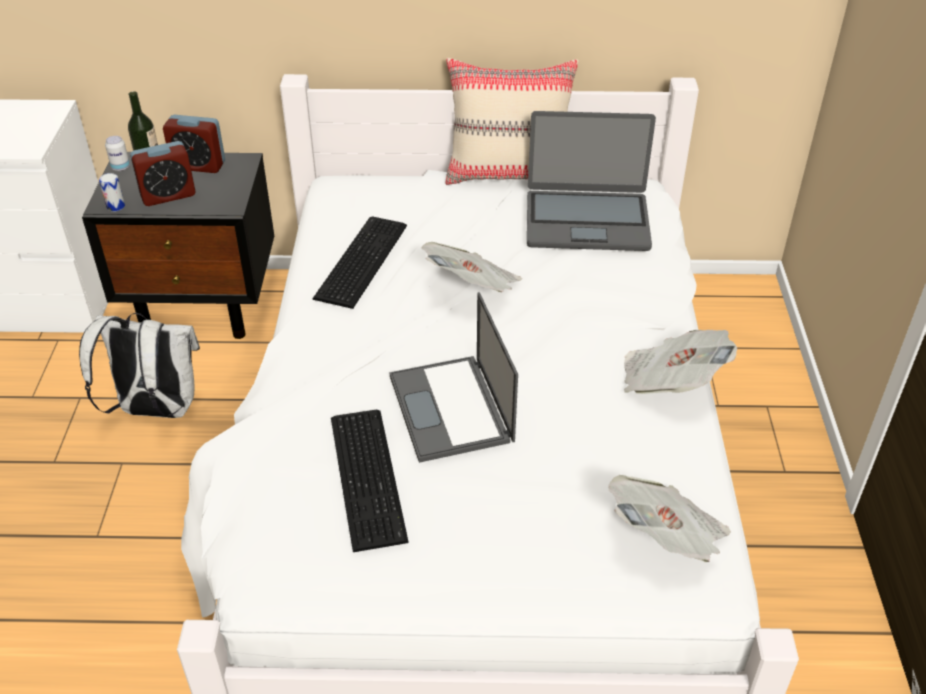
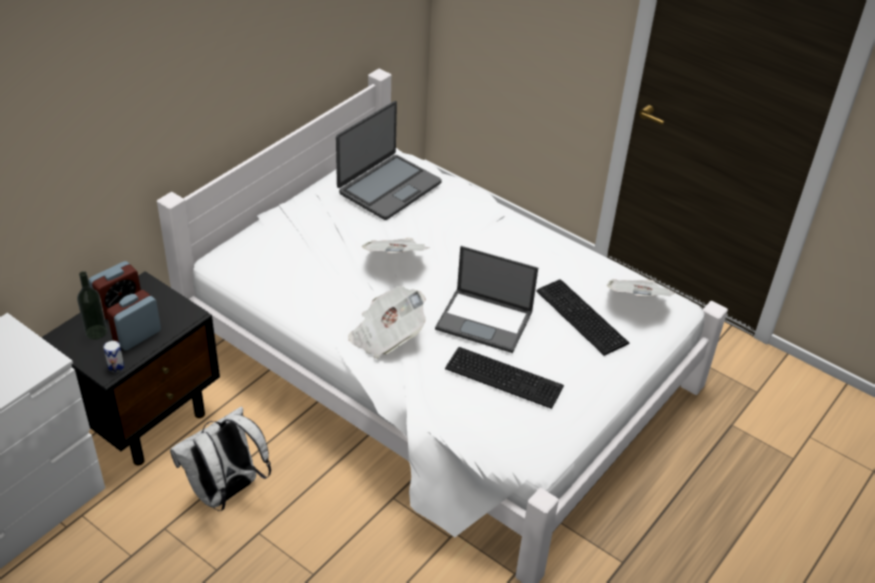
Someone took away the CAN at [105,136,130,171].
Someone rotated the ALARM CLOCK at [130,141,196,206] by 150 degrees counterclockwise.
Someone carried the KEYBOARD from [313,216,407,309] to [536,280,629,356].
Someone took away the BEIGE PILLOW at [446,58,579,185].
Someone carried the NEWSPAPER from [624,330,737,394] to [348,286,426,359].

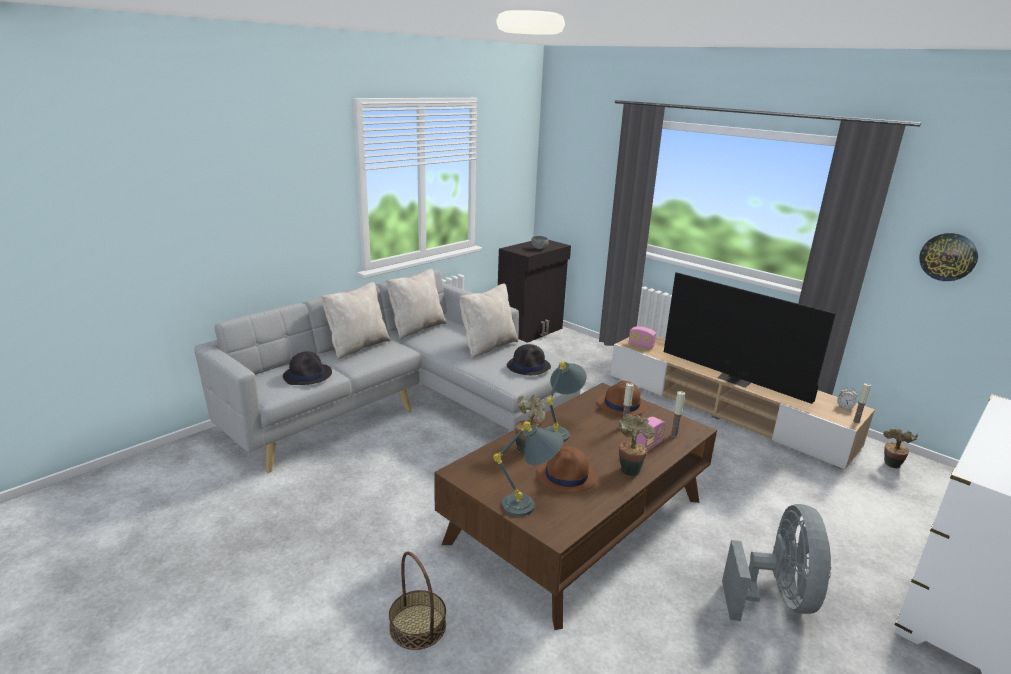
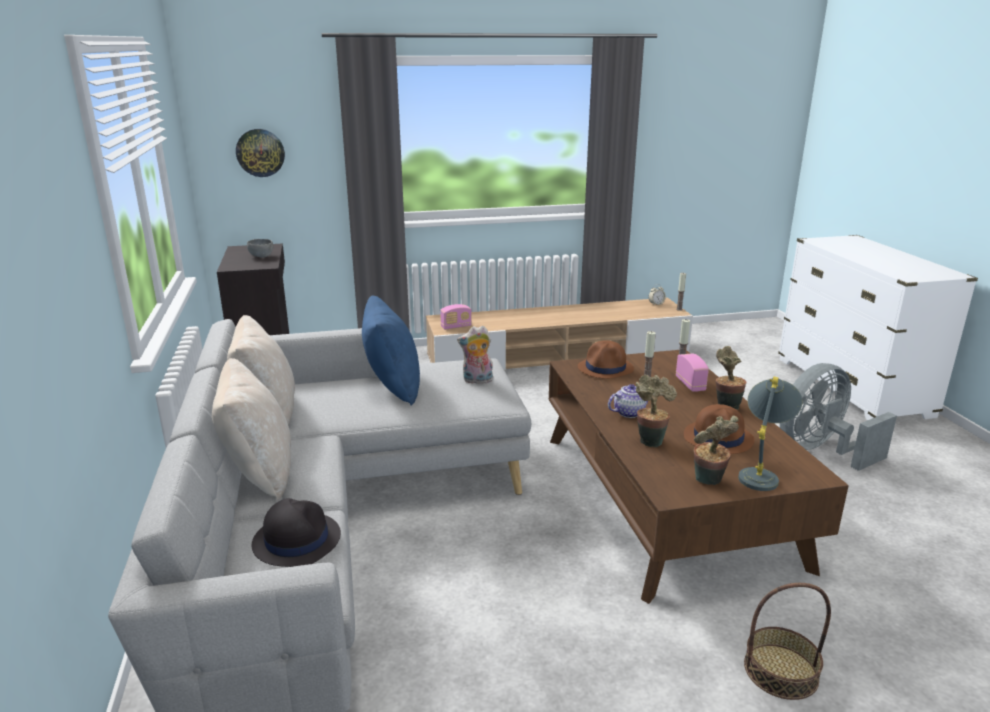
Someone repainted the BEIGE PILLOW at [459,283,518,359], which became the BLUE PILLOW at [362,296,420,405].
Someone swapped the BLACK HAT at [507,344,551,375] for the PLUSH TOY at [457,326,493,384].
Someone swapped the GREY TABLE LAMP at [544,361,587,442] for the TEAPOT at [608,384,648,418].
Someone took away the TELEVISION at [664,272,836,404].
Someone rotated the GREY FAN at [722,504,831,621] by 75 degrees counterclockwise.
Someone carried the POTTED PLANT from [883,429,918,468] to [694,415,739,485].
Someone carried the WALL CLOCK from [919,233,978,281] to [236,129,285,177].

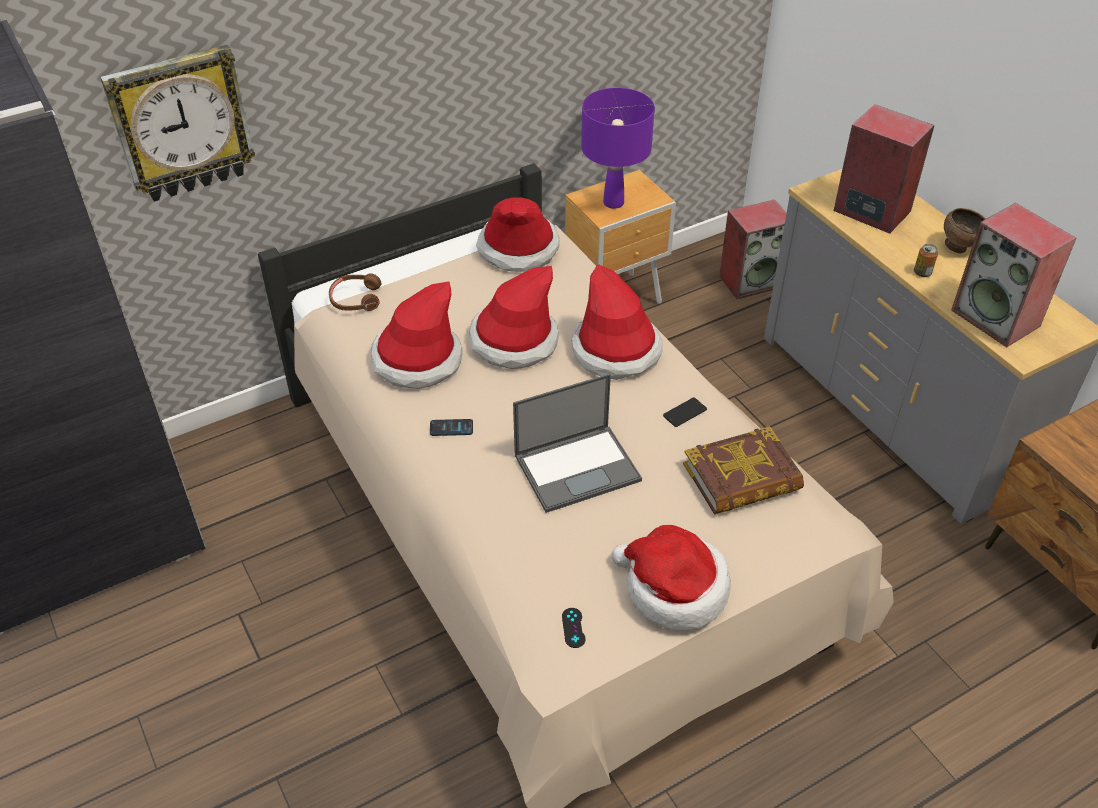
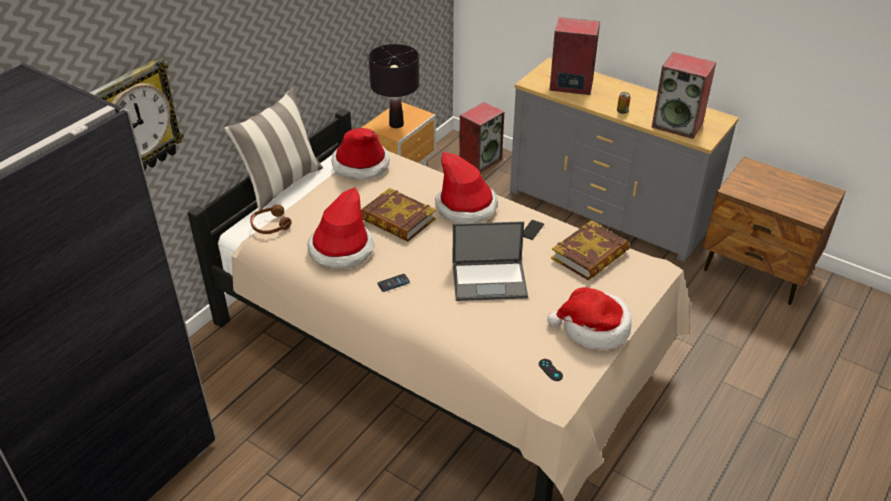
Someone swapped the HAT at [470,266,559,369] for the BOOK at [361,188,436,242].
Someone rotated the LAPTOP at [513,374,642,513] by 45 degrees clockwise.
Someone repainted the PURPLE TABLE LAMP at [581,88,655,209], which became the BLACK TABLE LAMP at [369,44,419,128].
Someone took away the BROWN BOWL at [944,208,986,253].
Someone put down the PILLOW at [224,87,323,210].

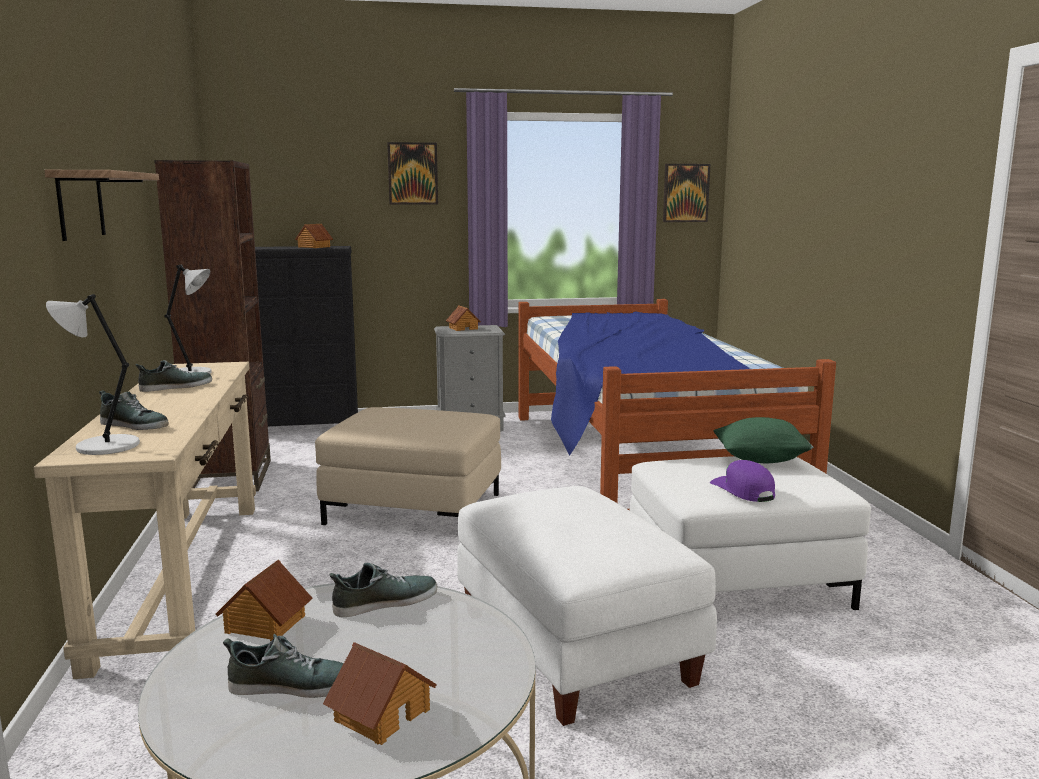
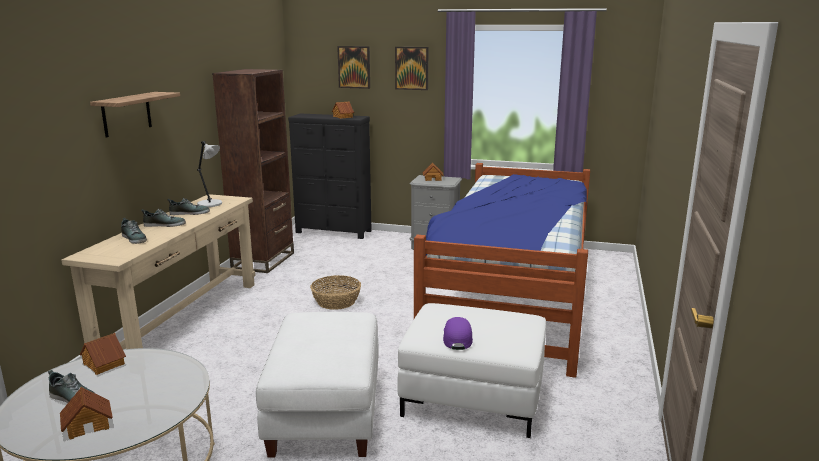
Someone took away the GREY TABLE LAMP at [46,294,140,455].
Someone swapped the BEIGE OTTOMAN at [315,407,501,525] for the BASKET at [310,275,361,310].
Someone carried the SHOE from [330,563,437,617] to [141,208,186,227].
Someone carried the PICTURE from [663,164,710,222] to [337,46,370,89].
Someone took away the GREEN PILLOW at [713,417,813,463].

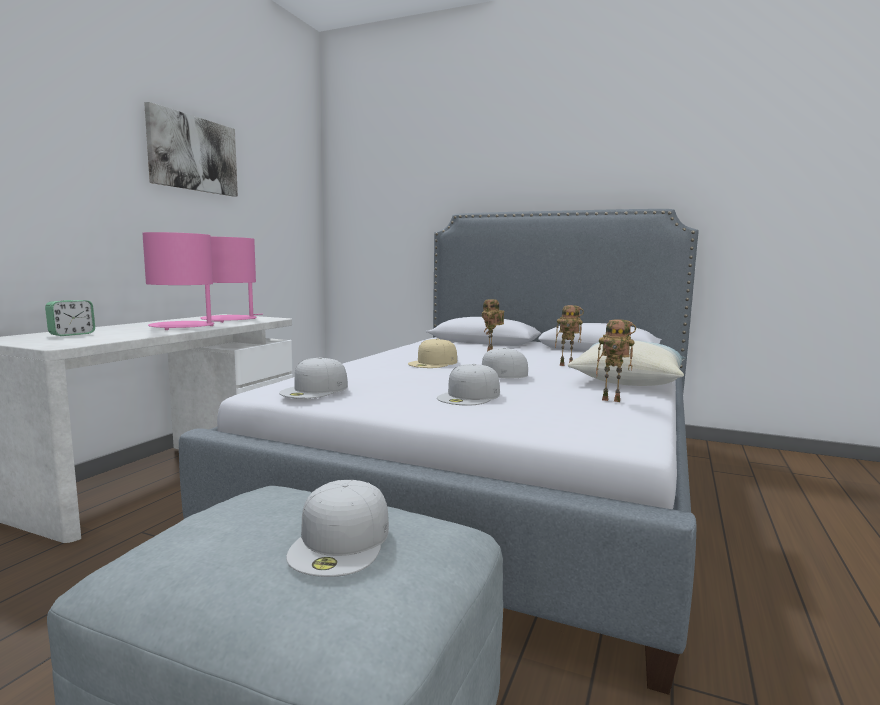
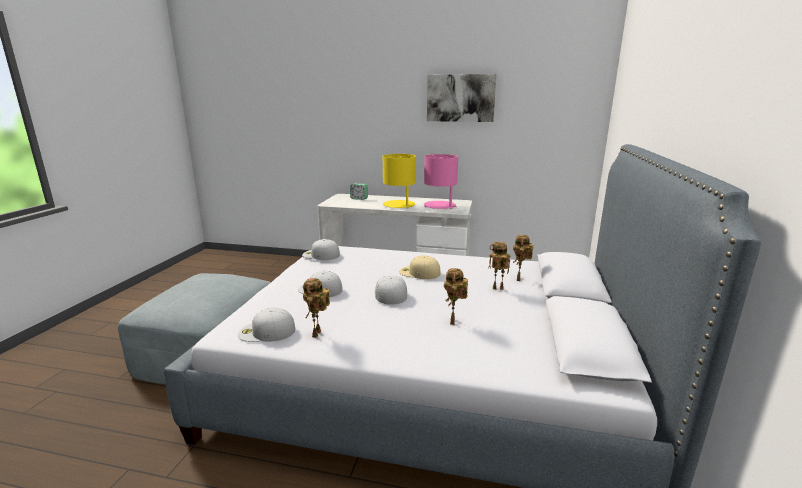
Someone repainted the PINK TABLE LAMP at [142,232,223,330], which became the YELLOW TABLE LAMP at [383,154,416,208].
Someone carried the WHITE CAP from [286,480,389,577] to [238,307,295,342].
Someone took away the PILLOW at [568,340,686,386].
Someone put down the TOY ROBOT at [513,235,533,281].

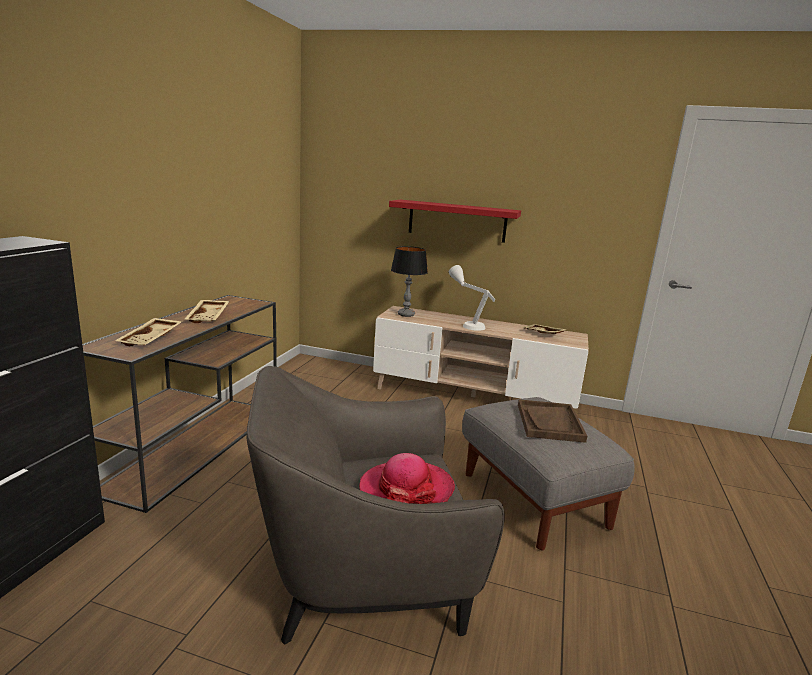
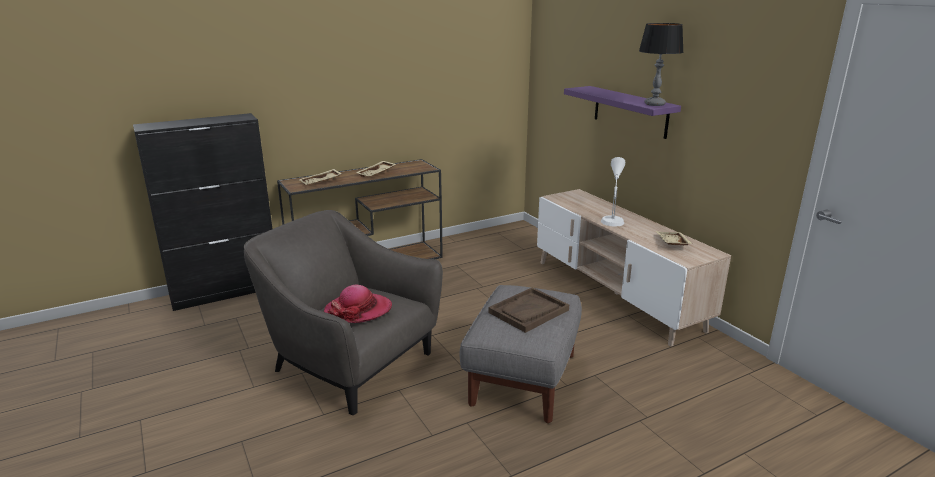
Someone repainted the RED SHELF at [389,200,521,243], which became the PURPLE SHELF at [564,86,681,139].
Someone carried the TABLE LAMP from [391,246,428,317] to [639,23,684,106].

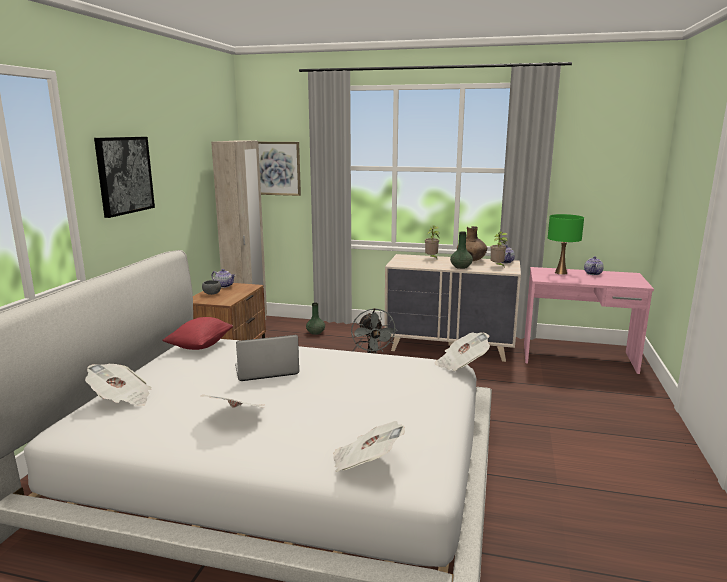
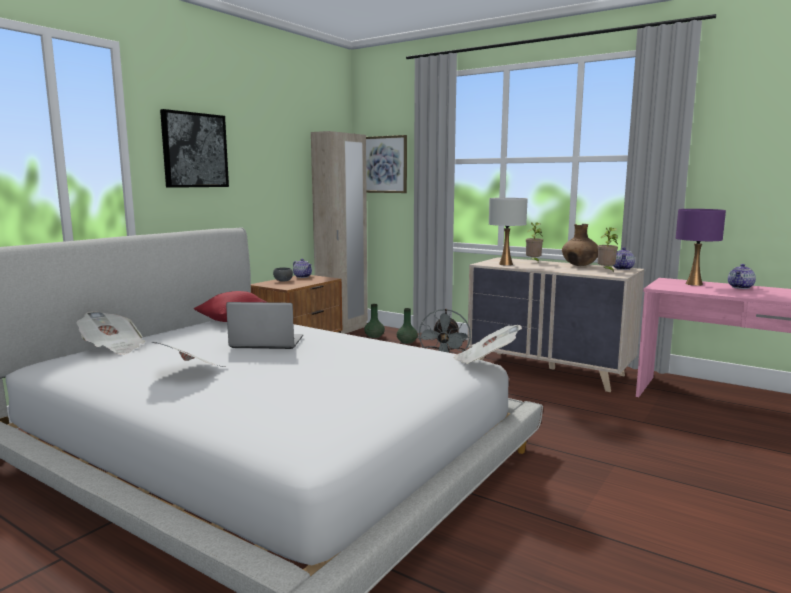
Someone took away the NEWSPAPER at [333,421,405,472].
Someone carried the GREEN VASE from [450,231,473,269] to [364,304,385,338].
Someone repainted the GREEN TABLE LAMP at [548,214,584,275], which became the PURPLE TABLE LAMP at [676,209,726,286].
Someone put down the WHITE TABLE LAMP at [489,198,527,266].

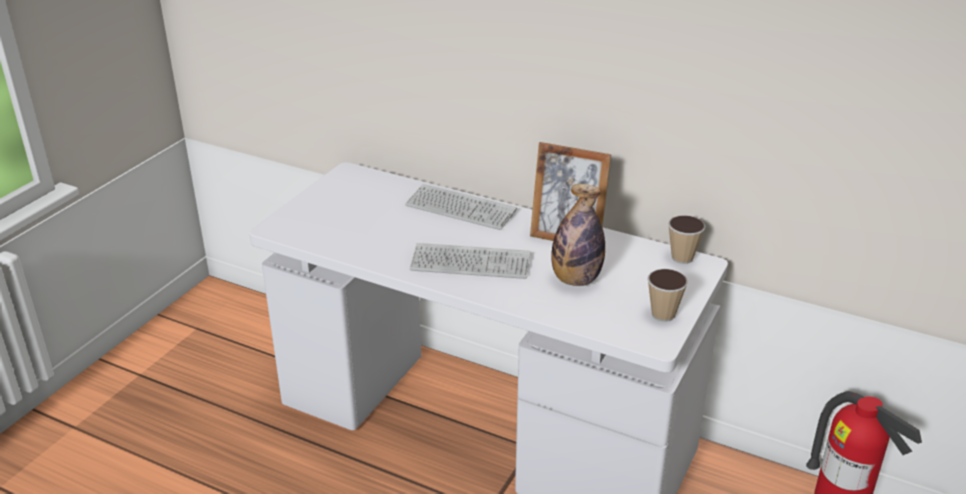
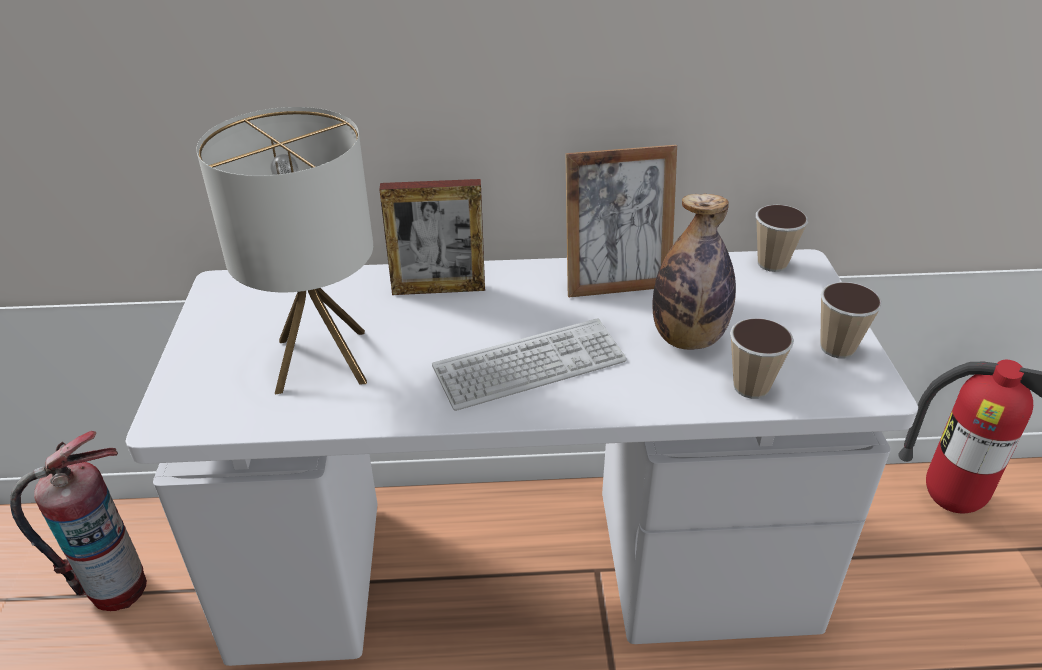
Someone swapped the KEYBOARD at [405,184,517,230] for the PICTURE FRAME at [379,179,485,295].
Someone put down the FIRE EXTINGUISHER at [10,431,147,611].
Someone put down the TABLE LAMP at [196,107,373,394].
Someone put down the CUP at [730,318,794,399].

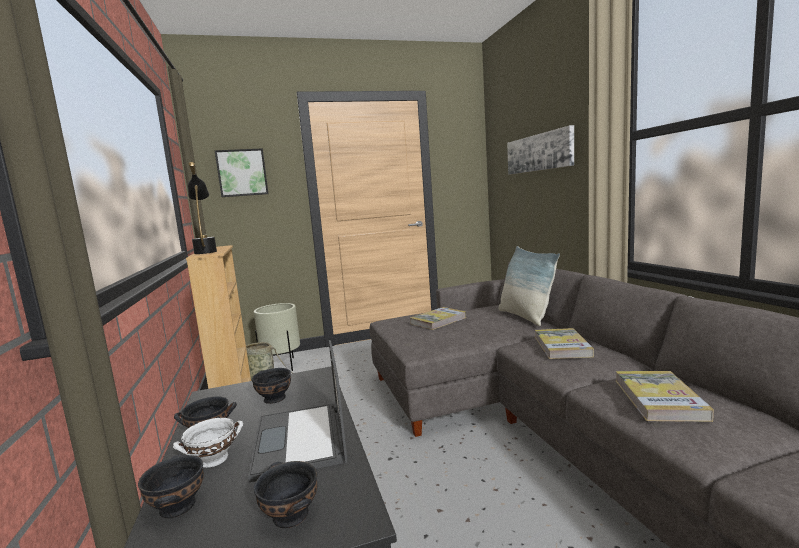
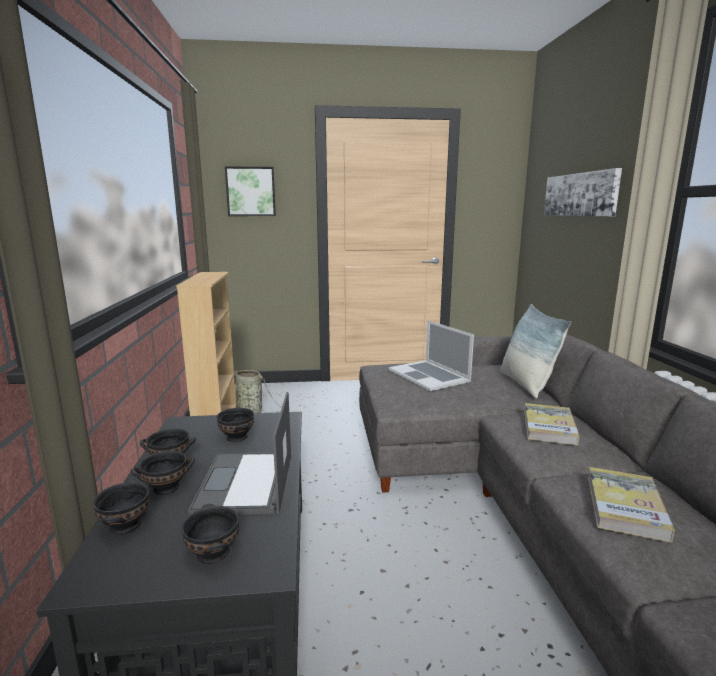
Someone repainted the WHITE BOWL at [173,418,243,468], which became the BLACK BOWL at [131,451,195,495].
Someone took away the BLACK TABLE LAMP at [188,162,217,254].
Someone took away the BEIGE PLANTER at [254,303,300,371].
Someone swapped the BOOK at [410,307,466,330] for the LAPTOP at [389,320,474,391].

